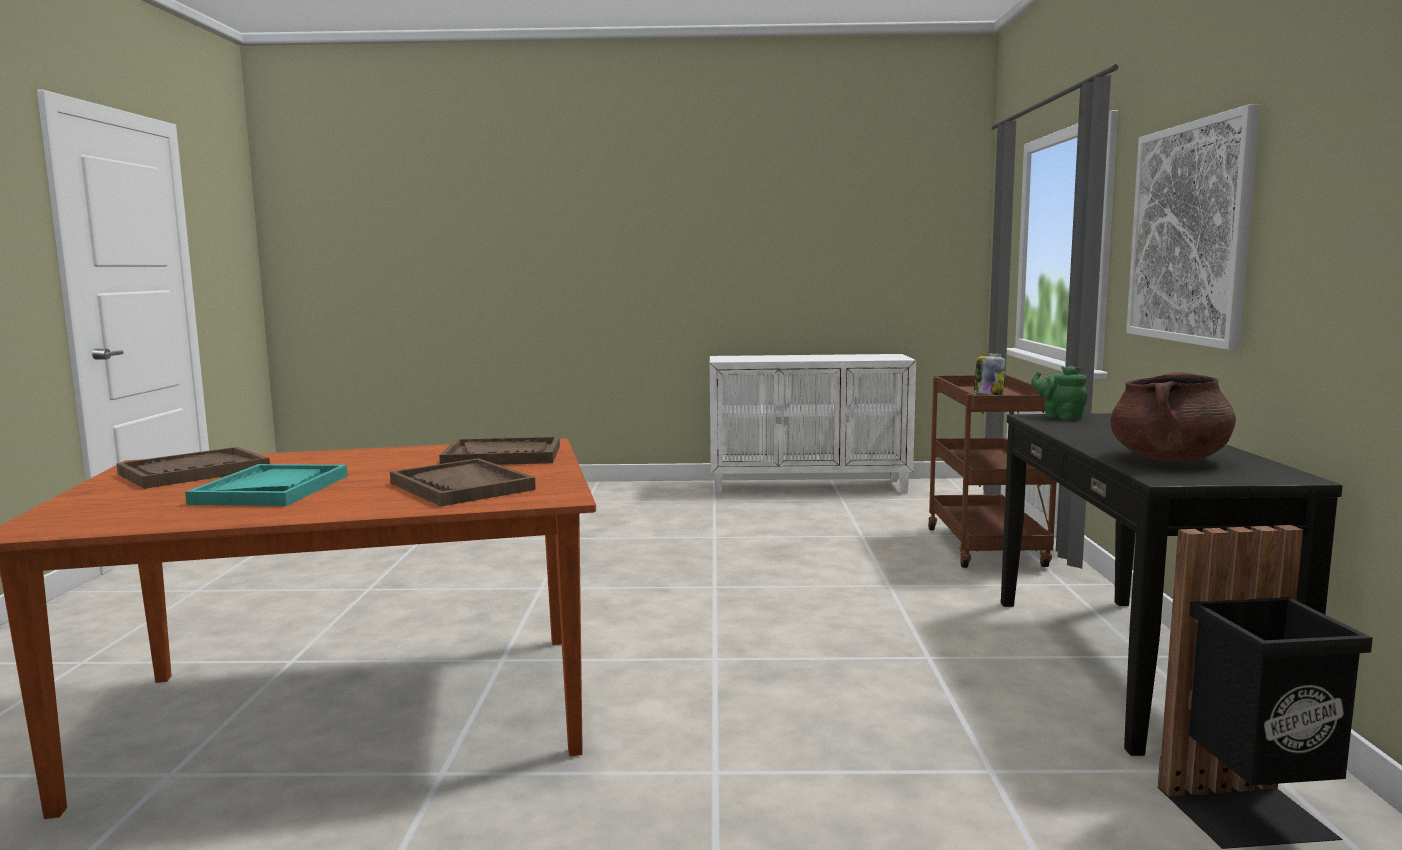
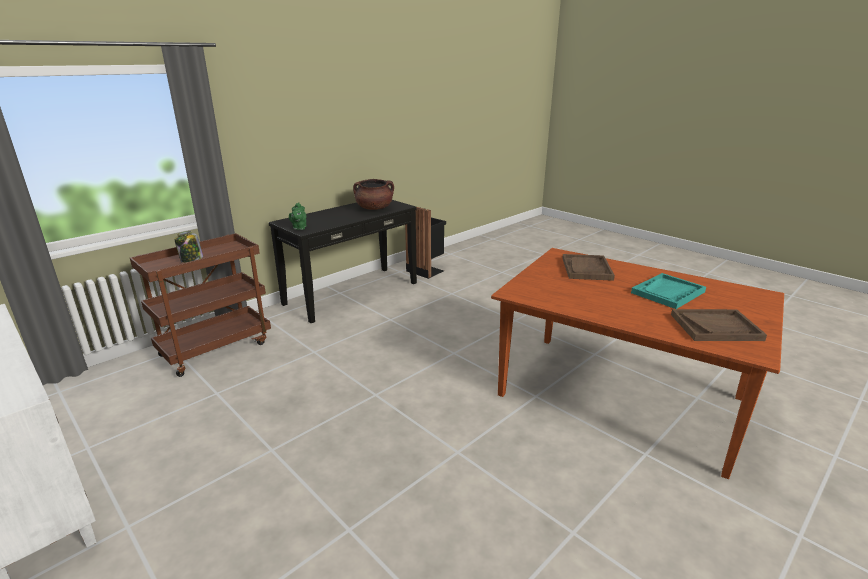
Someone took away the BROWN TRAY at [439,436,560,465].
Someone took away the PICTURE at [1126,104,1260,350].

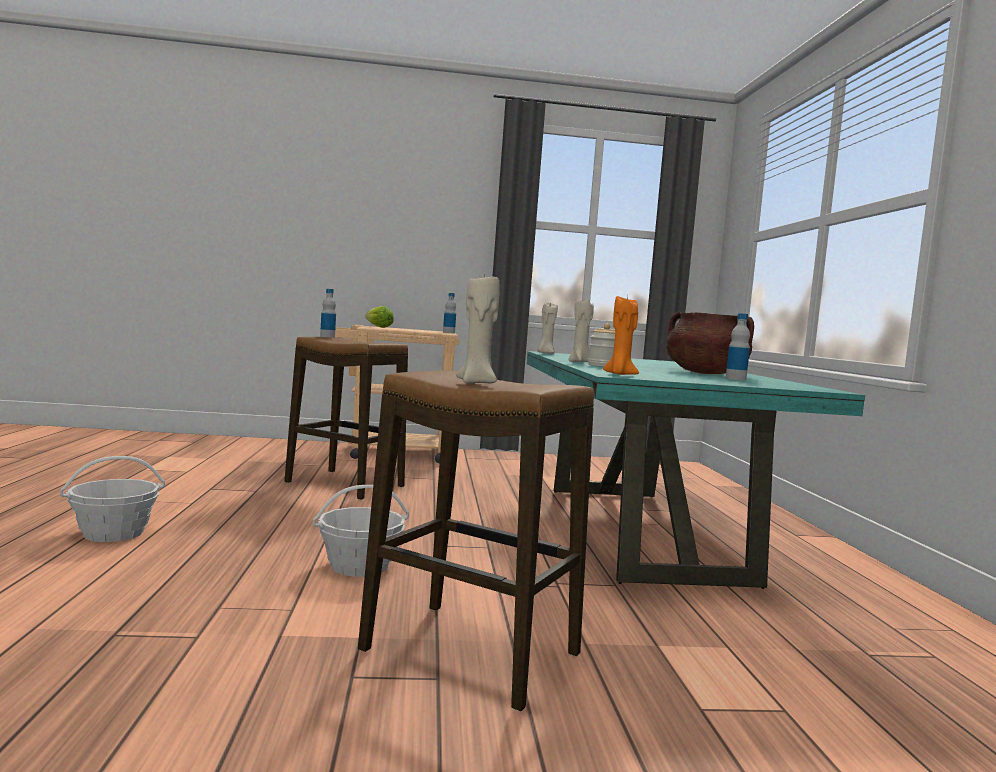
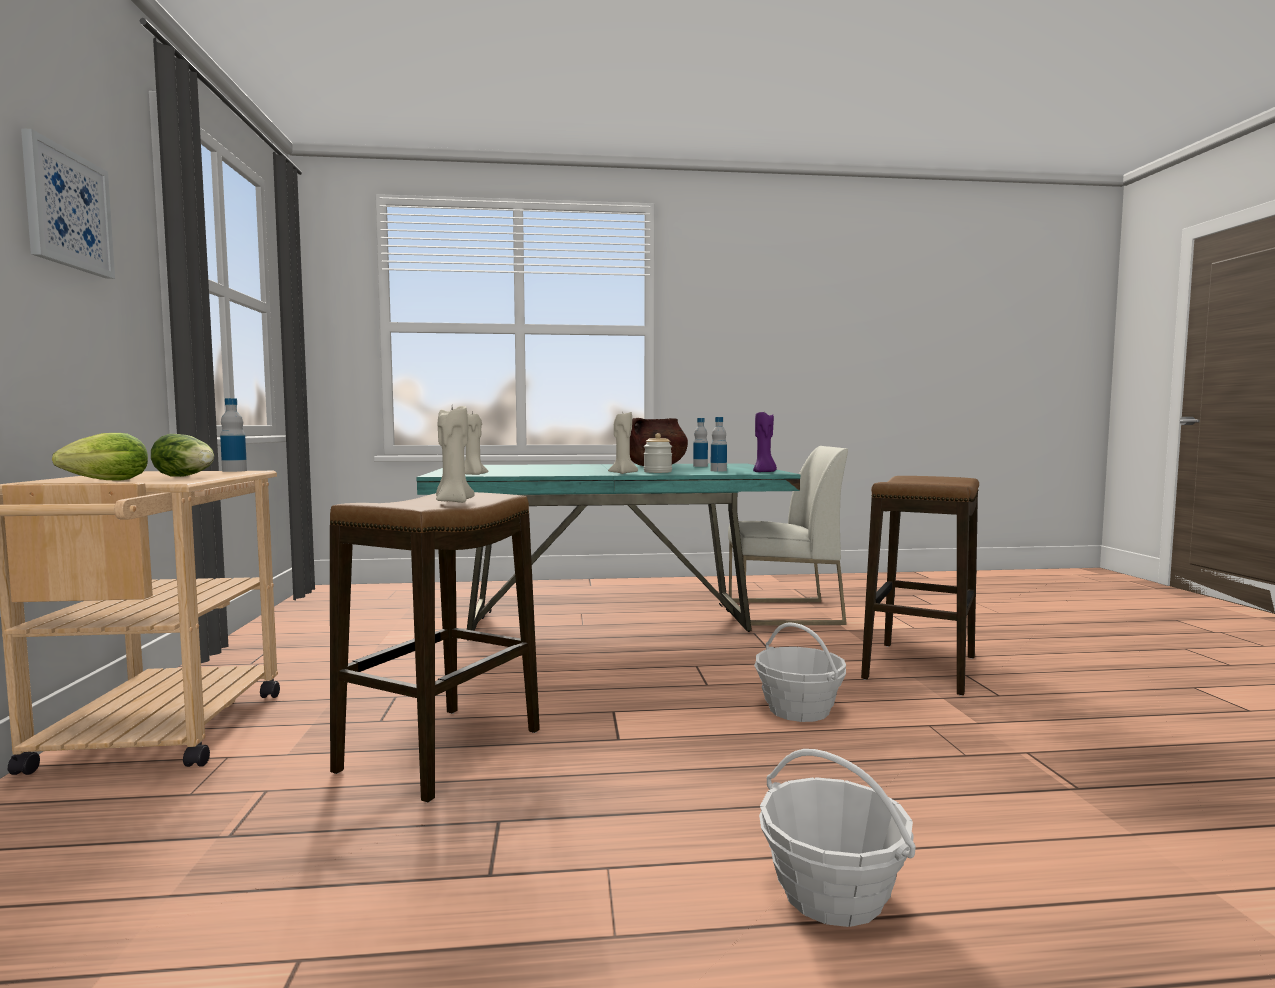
Someone carried the BOTTLE from [320,289,336,338] to [711,417,727,471].
Someone carried the BEIGE CANDLE from [456,277,500,384] to [436,406,475,503].
Someone repainted the ORANGE CANDLE at [603,296,639,375], which became the PURPLE CANDLE at [753,411,777,472].
Someone put up the PICTURE at [21,128,115,279].
Someone put down the LETTUCE at [151,434,214,477].
Someone put down the WHITE CHAIR at [728,446,848,626].

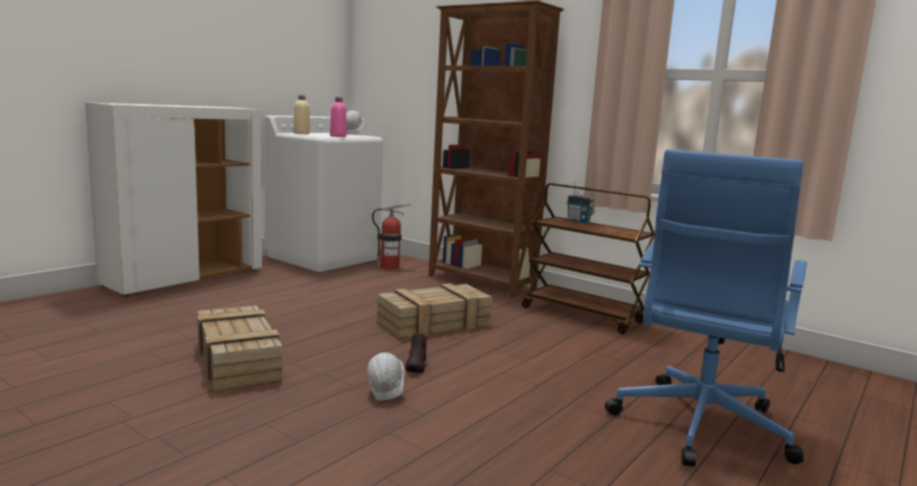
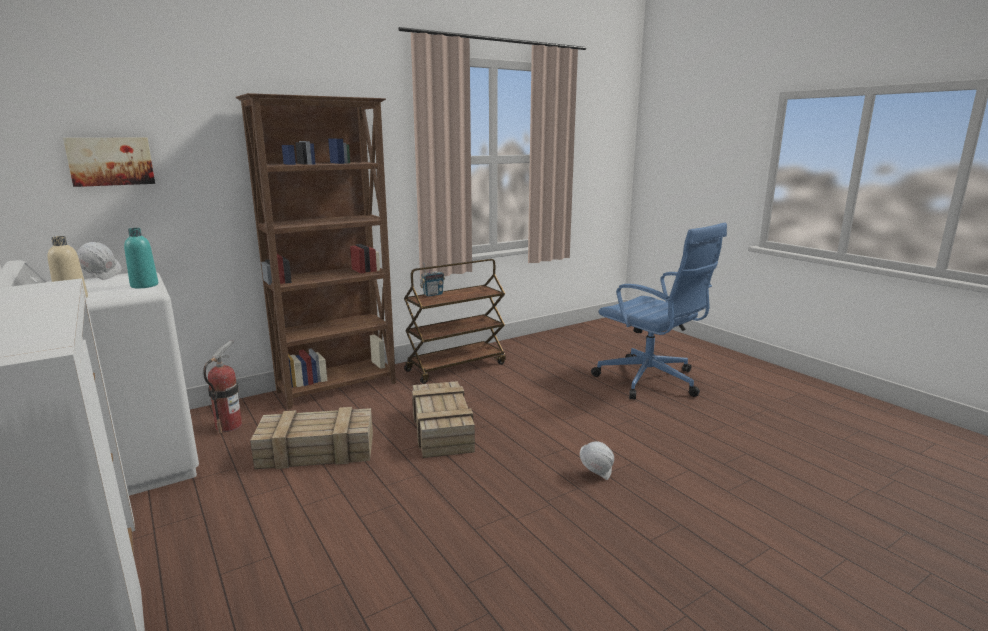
Someone carried the CRATE from [197,306,282,391] to [250,407,373,469].
Someone repainted the PINK BOTTLE at [330,97,347,137], which became the TURQUOISE BOTTLE at [124,228,158,288].
Someone took away the SHOE at [405,333,427,373].
Someone put up the PICTURE at [63,138,155,187].

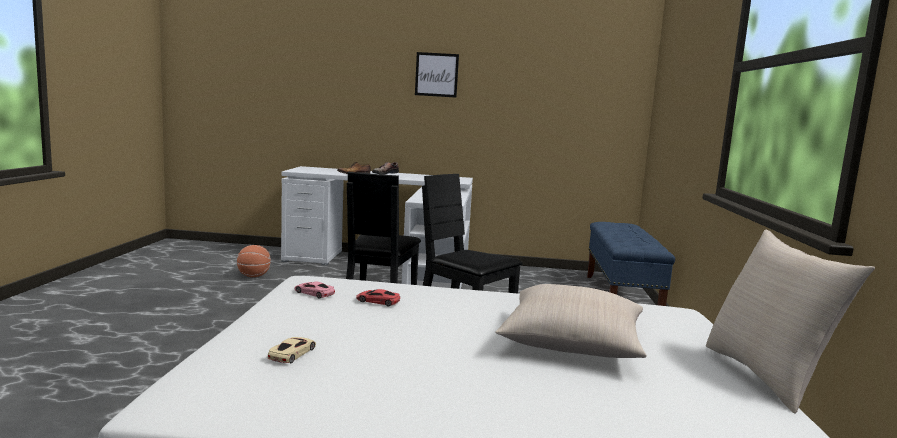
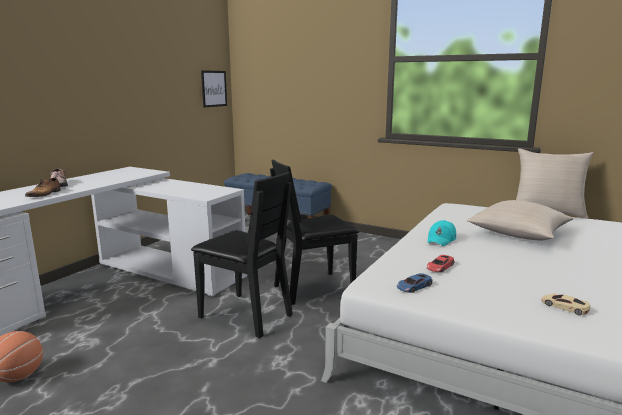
Someone repainted the PINK TOY CAR at [294,281,335,299], which became the BLUE TOY CAR at [397,273,432,293].
Someone carried the PICTURE from [415,52,459,97] to [201,70,227,107].
Someone put down the TURQUOISE CAP at [428,220,456,246].

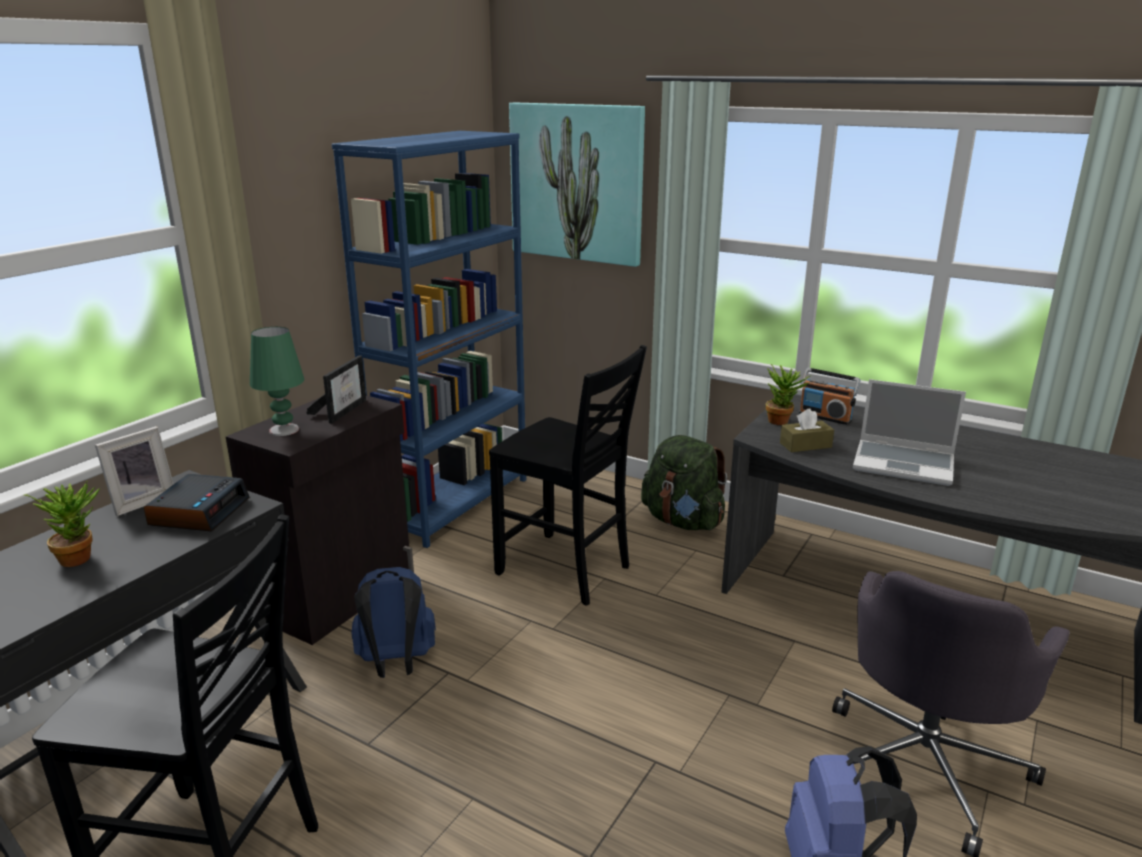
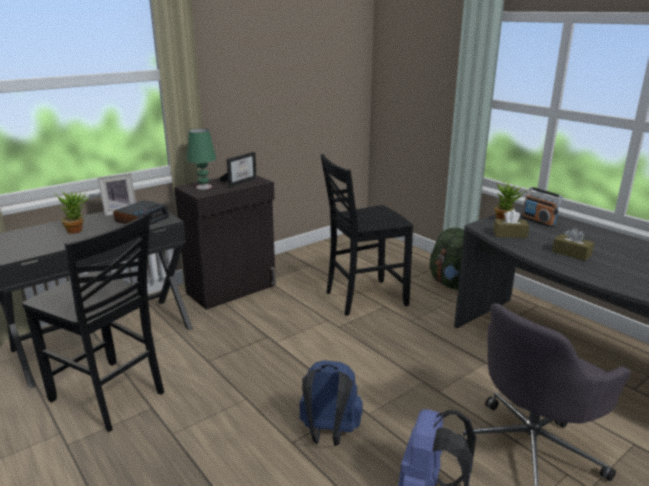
Someone took away the BLUE BOOKCASE at [332,131,526,548].
Someone carried the BLUE BACKPACK from [352,567,436,678] to [299,360,363,446].
Someone rotated the BLACK CHAIR at [489,345,647,606] by 105 degrees clockwise.
Someone took away the PICTURE at [509,103,645,267].
Someone swapped the LAPTOP at [853,379,966,486] for the BROWN TISSUE BOX at [552,228,594,261].

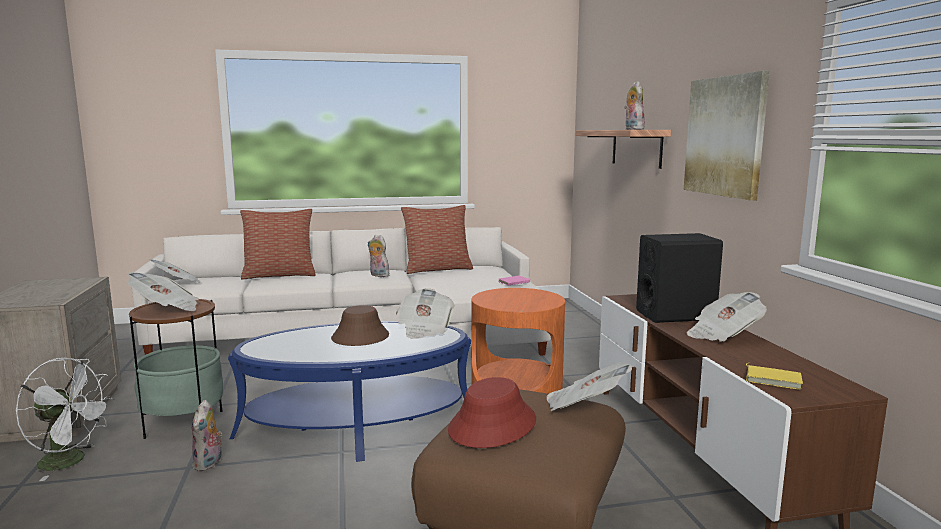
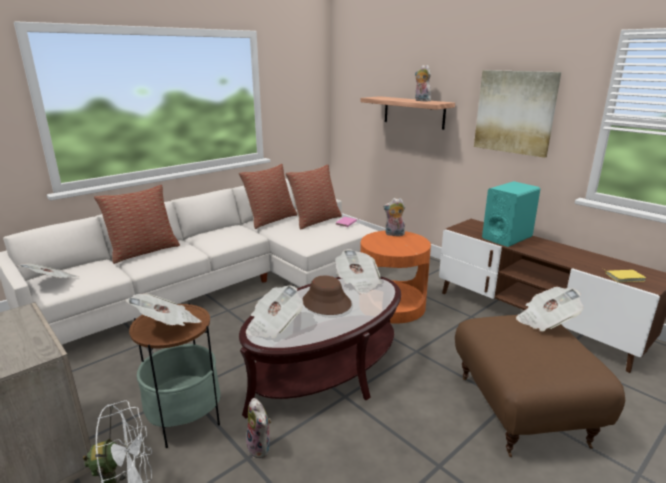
Someone repainted the BLUE COFFEE TABLE at [228,321,471,462], which became the BROWN COFFEE TABLE at [239,277,401,419].
Someone carried the PLUSH TOY from [368,235,389,277] to [383,198,405,236].
Someone took away the RED HAT at [448,377,536,448].
Someone repainted the BLACK SPEAKER at [636,233,723,323], which became the TURQUOISE SPEAKER at [482,181,540,247].
Someone carried the NEWSPAPER from [687,292,767,342] to [246,285,303,339].
Someone put down the PILLOW at [285,164,342,230].

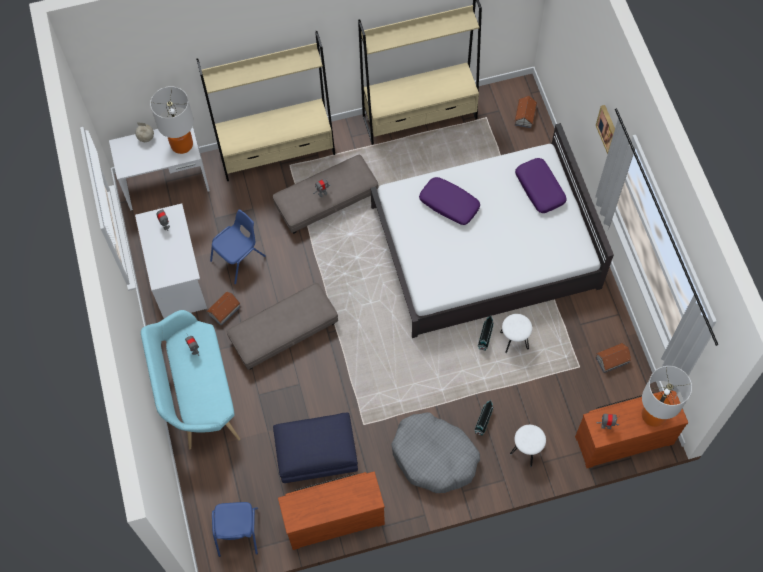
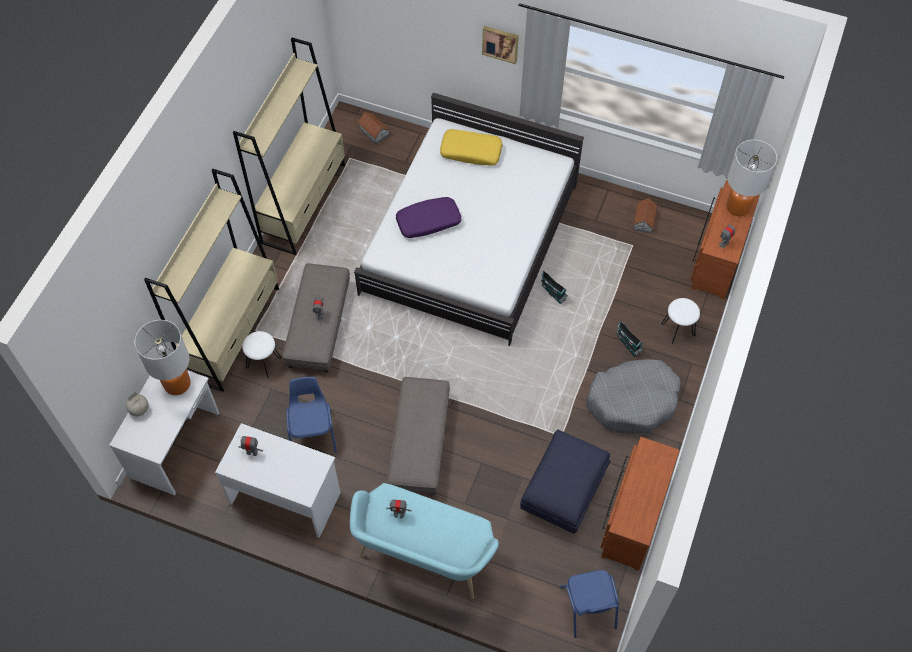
Someone took away the TOY HOUSE at [206,292,240,326].
Someone rotated the BLUE CHAIR at [212,502,258,557] by 45 degrees clockwise.
Someone carried the WHITE STOOL from [500,314,532,353] to [242,331,281,378].
Someone repainted the PURPLE PILLOW at [515,158,567,213], which became the YELLOW PILLOW at [440,129,502,166].

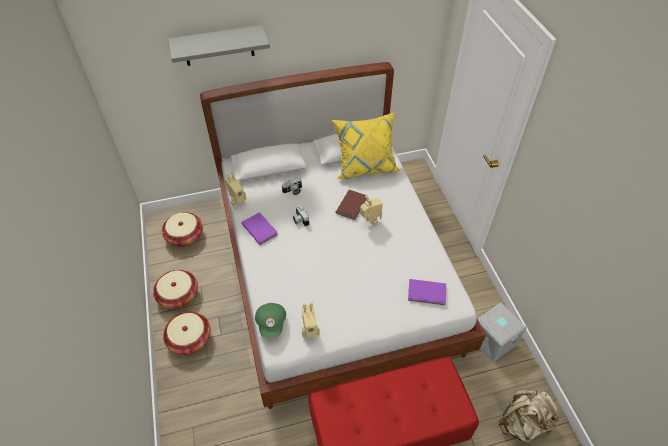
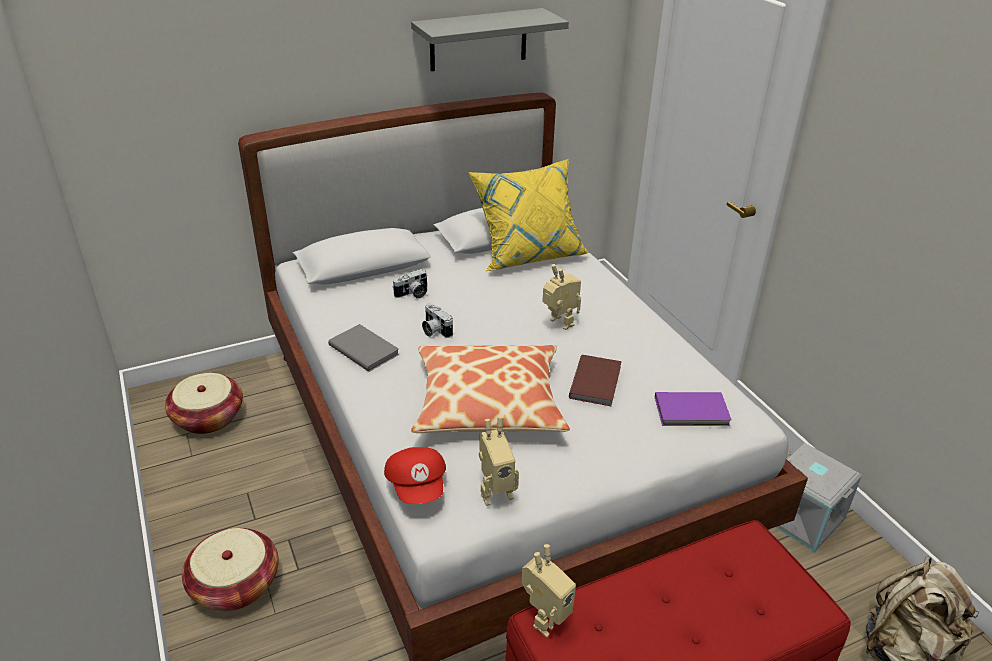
Someone took away the BASKET at [153,270,198,309].
Someone carried the GREY SHELF from [168,25,270,66] to [411,8,569,71].
Someone carried the TOY ROBOT from [225,172,247,209] to [521,544,576,638].
Someone repainted the PURPLE BOOK at [241,212,278,245], which became the GREY BOOK at [328,324,400,372].
Someone repainted the GREEN CAP at [255,303,286,338], which became the RED CAP at [384,447,446,504].
Someone carried the BROWN BOOK from [336,190,368,220] to [569,355,622,406].
Someone put down the PILLOW at [411,345,570,433].

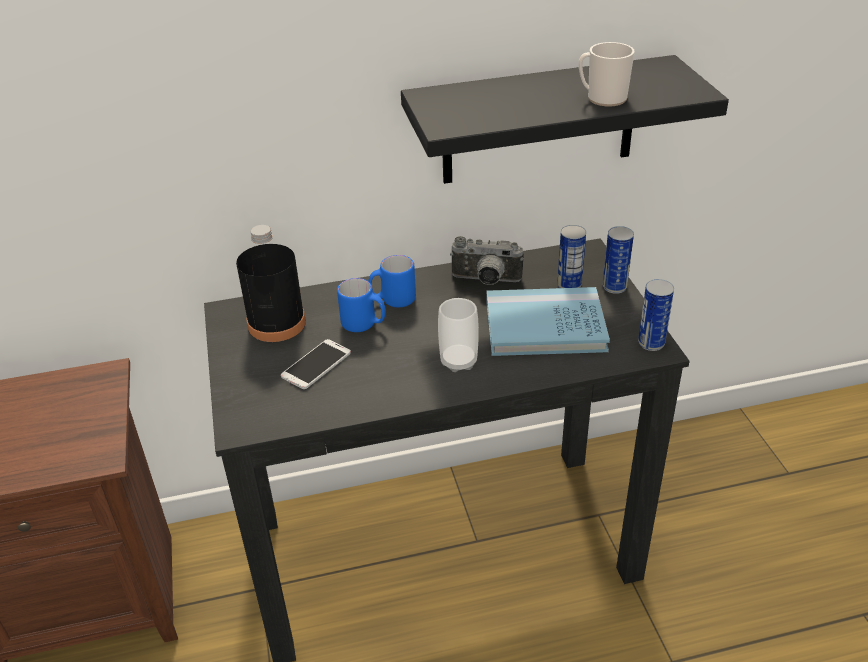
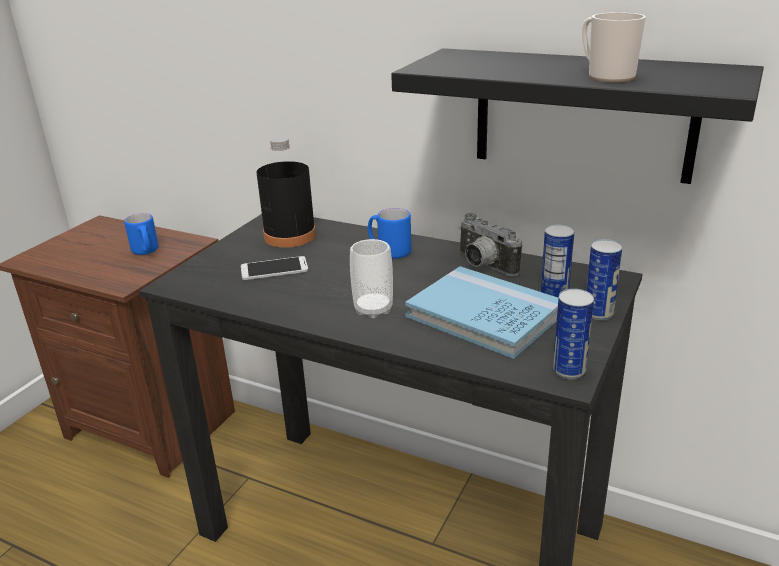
Someone carried the BLUE MUG from [337,278,386,332] to [124,213,159,255].

